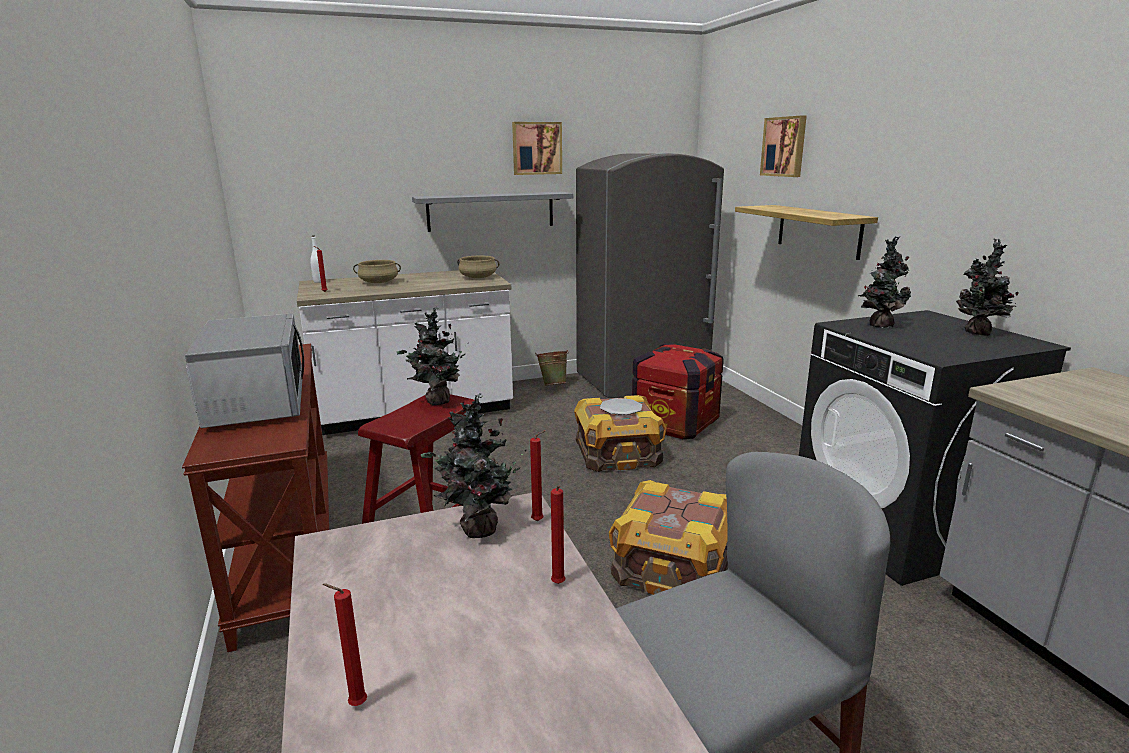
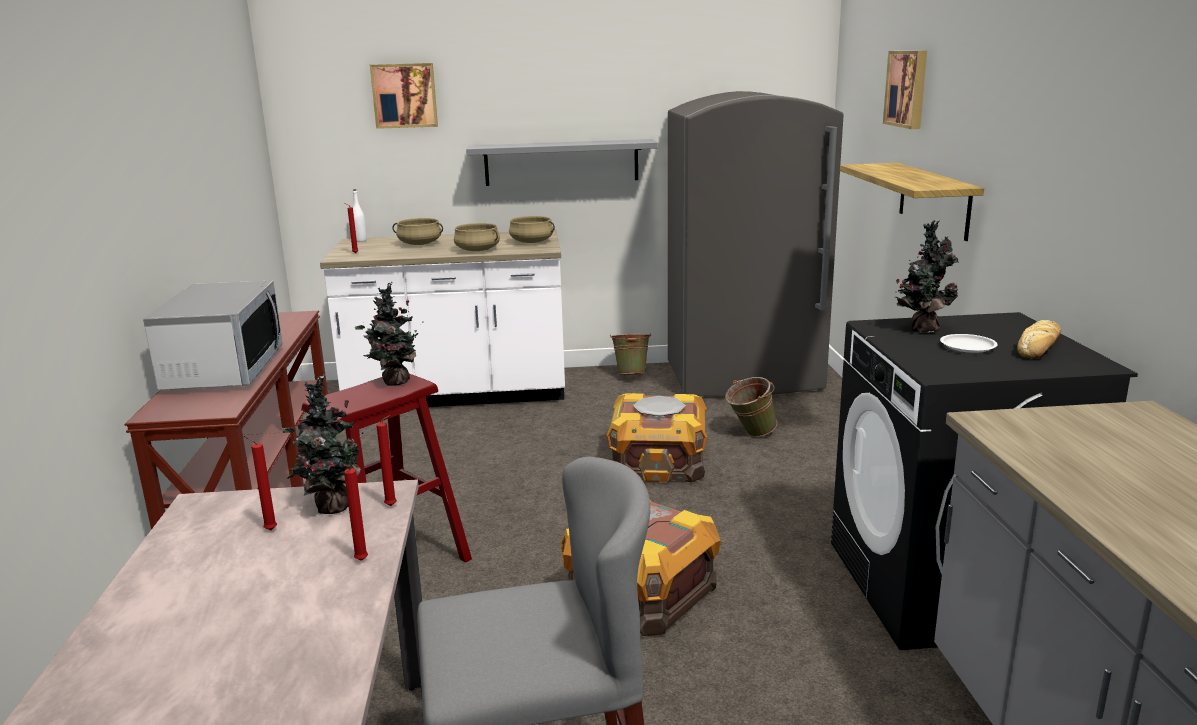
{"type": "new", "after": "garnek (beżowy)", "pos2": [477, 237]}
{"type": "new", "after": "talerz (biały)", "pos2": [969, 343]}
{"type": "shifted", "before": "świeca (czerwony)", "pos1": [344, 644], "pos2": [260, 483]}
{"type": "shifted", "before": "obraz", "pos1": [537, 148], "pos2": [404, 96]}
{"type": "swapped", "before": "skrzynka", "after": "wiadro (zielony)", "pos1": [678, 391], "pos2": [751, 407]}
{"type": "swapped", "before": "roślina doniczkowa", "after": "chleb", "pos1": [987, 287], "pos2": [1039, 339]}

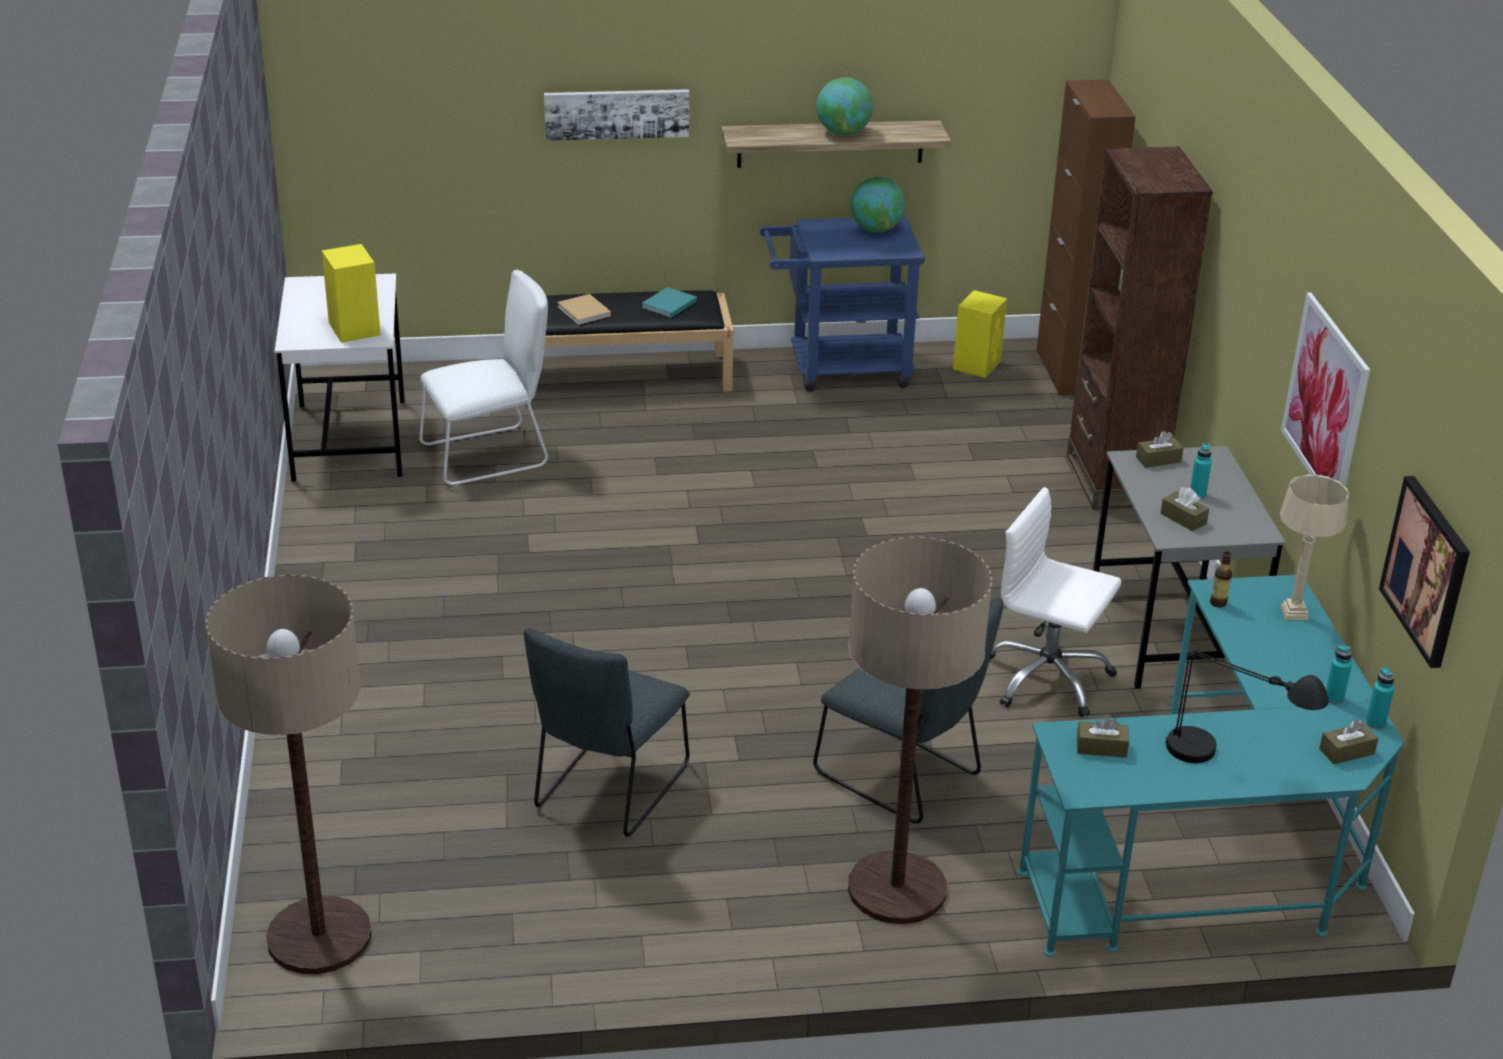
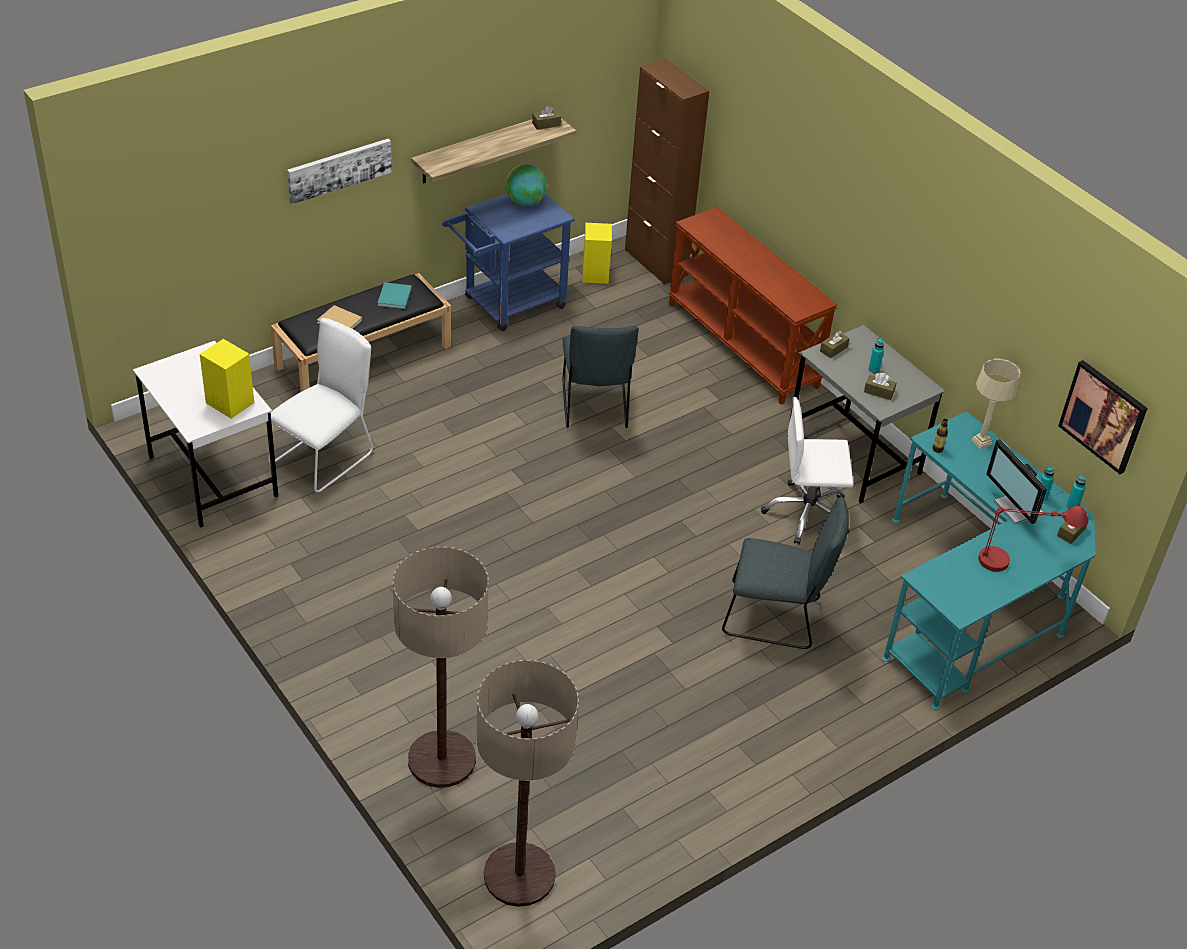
{"type": "gone", "before": "globus", "pos1": [844, 106]}
{"type": "gone", "before": "obraz", "pos1": [1325, 390]}
{"type": "new", "after": "monitor", "pos2": [1016, 481]}
{"type": "shifted", "before": "krzesło (szary)", "pos1": [607, 733], "pos2": [601, 377]}
{"type": "shifted", "before": "lampa stojąca", "pos1": [920, 730], "pos2": [441, 667]}
{"type": "shifted", "before": "pudełko chusteczek (brązowy)", "pos1": [1103, 737], "pos2": [546, 118]}
{"type": "swapped", "before": "regał (brązowy)", "after": "stolik konsolowy (brązowy)", "pos1": [1140, 328], "pos2": [752, 306]}
{"type": "repainted", "before": "lampa stołowa (czarny)", "after": "lampa stołowa (czerwony)", "pos1": [1247, 706], "pos2": [1033, 539]}

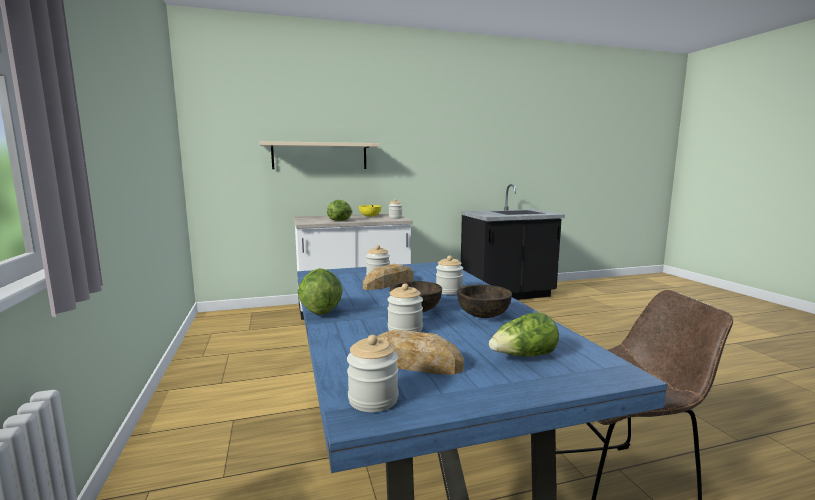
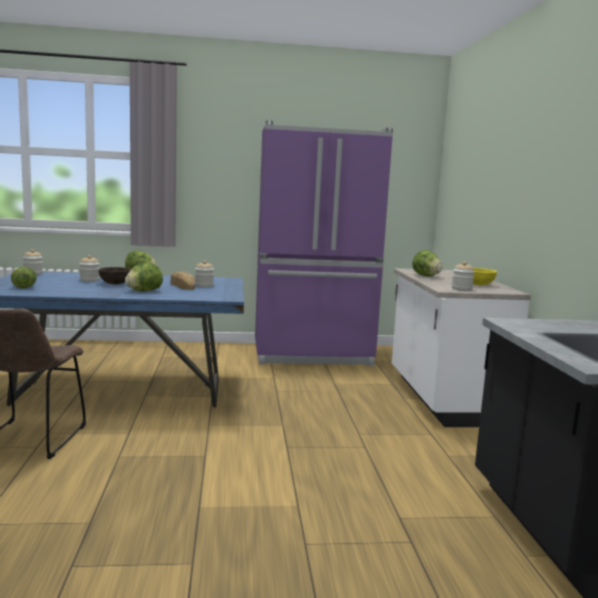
{"type": "gone", "before": "półka (beżowy)", "pos1": [320, 155]}
{"type": "gone", "before": "chleb", "pos1": [420, 352]}
{"type": "gone", "before": "miska (brązowy)", "pos1": [484, 301]}
{"type": "new", "after": "lodówka (fioletowy)", "pos2": [324, 243]}
{"type": "swapped", "before": "słoik", "after": "sałata", "pos1": [449, 275], "pos2": [144, 276]}

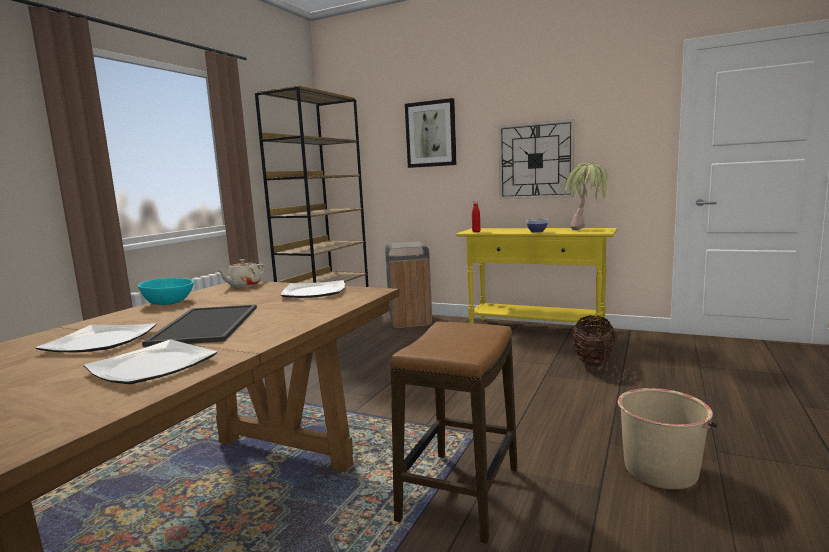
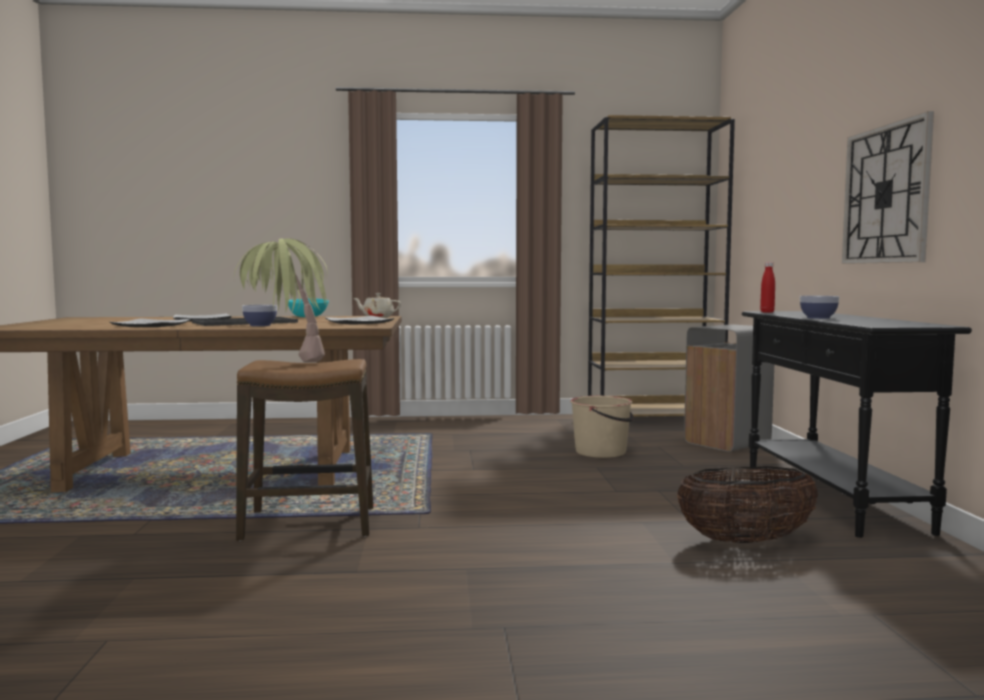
{"type": "gone", "before": "obraz", "pos1": [431, 133]}
{"type": "new", "after": "miska", "pos2": [259, 315]}
{"type": "shifted", "before": "roślina doniczkowa", "pos1": [586, 196], "pos2": [280, 300]}
{"type": "shifted", "before": "wiadro (beżowy)", "pos1": [667, 438], "pos2": [602, 427]}
{"type": "repainted", "before": "stolik konsolowy (żółty)", "after": "stolik konsolowy (czarny)", "pos1": [537, 284], "pos2": [857, 424]}

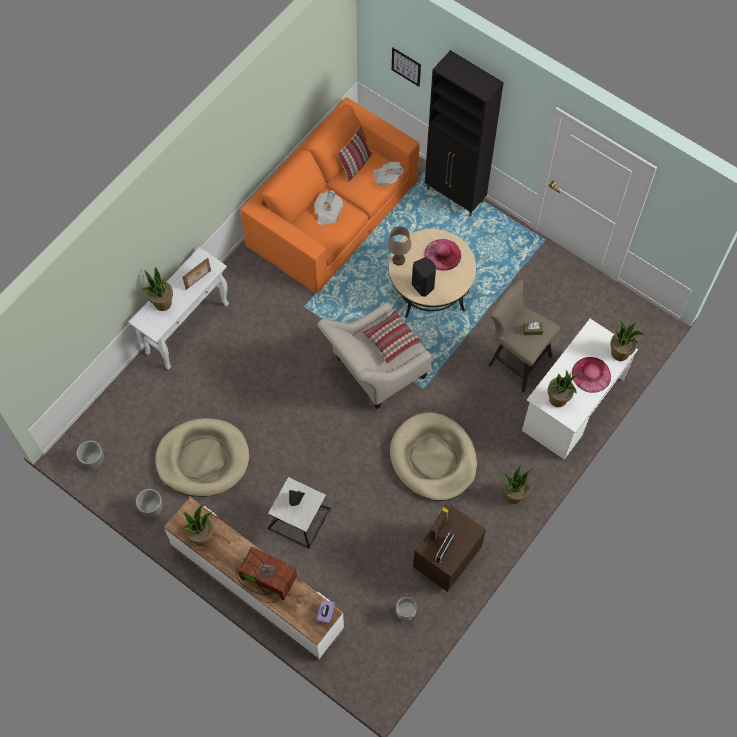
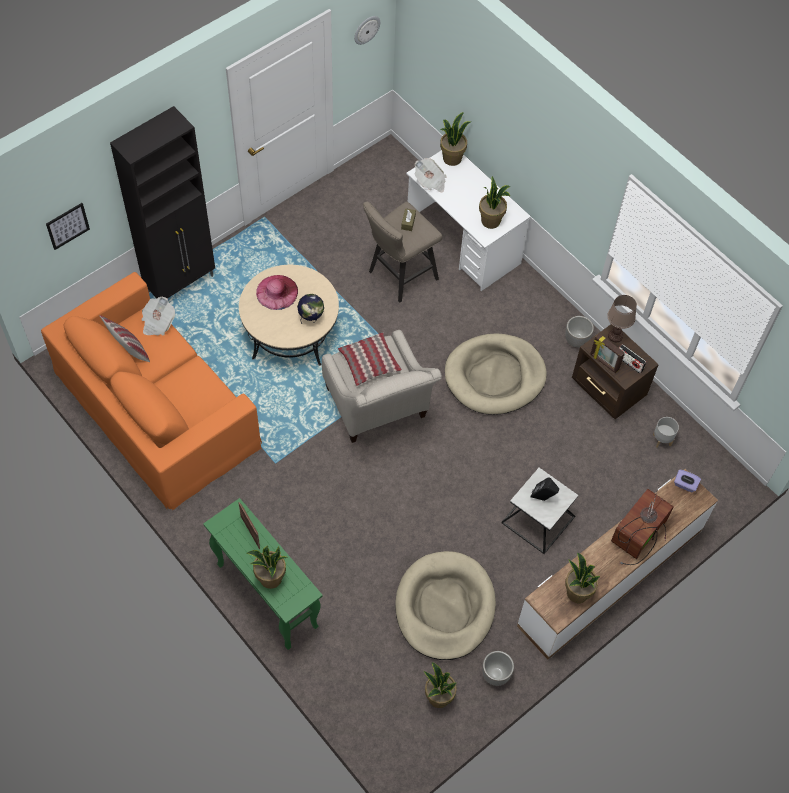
{"type": "gone", "before": "kapelusz (różowy)", "pos1": [591, 375]}
{"type": "new", "after": "zegar ścienny", "pos2": [367, 30]}
{"type": "shifted", "before": "donica", "pos1": [90, 455], "pos2": [579, 331]}
{"type": "shifted", "before": "gazeta", "pos1": [328, 207], "pos2": [430, 175]}
{"type": "shifted", "before": "lampa stołowa (brązowy)", "pos1": [399, 246], "pos2": [622, 318]}
{"type": "shifted", "before": "roślina doniczkowa", "pos1": [517, 483], "pos2": [440, 685]}
{"type": "swapped", "before": "głośnik (czarny)", "after": "globus", "pos1": [424, 277], "pos2": [310, 309]}
{"type": "repainted", "before": "stolik konsolowy (biały)", "after": "stolik konsolowy (zielony)", "pos1": [179, 308], "pos2": [263, 574]}

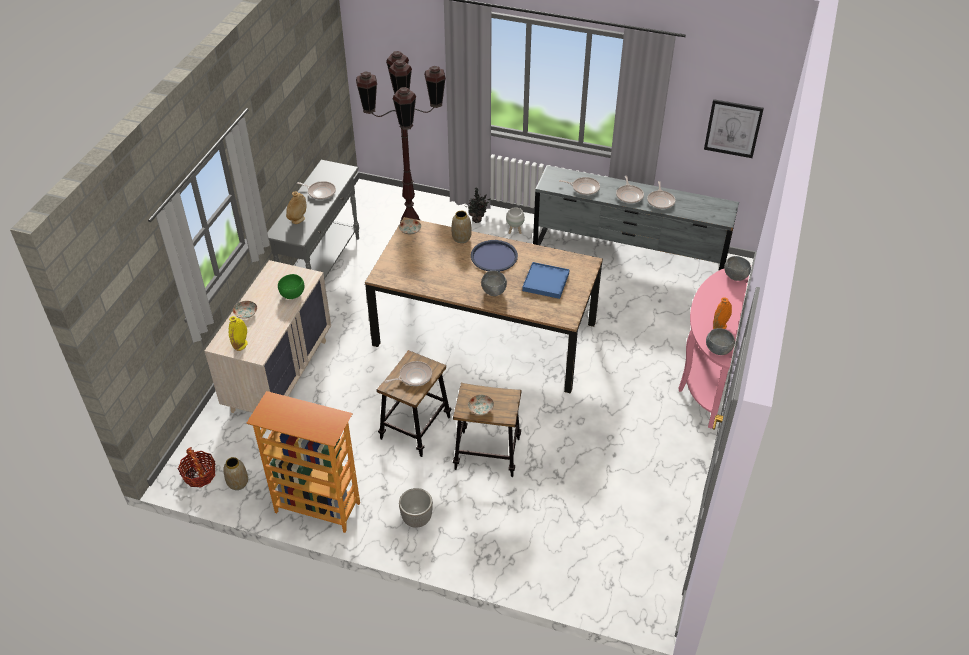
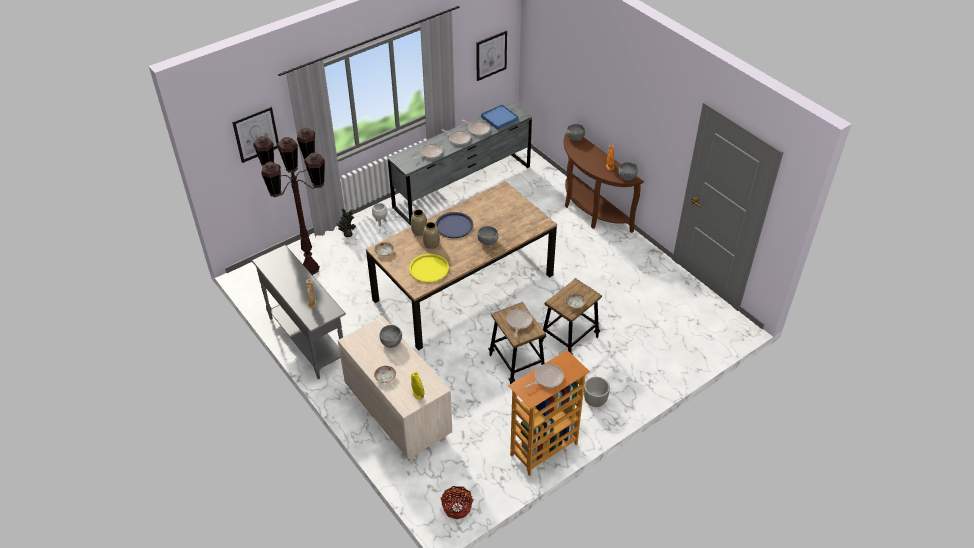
{"type": "new", "after": "obraz", "pos2": [255, 134]}
{"type": "new", "after": "taca (żółty)", "pos2": [429, 268]}
{"type": "shifted", "before": "wazon", "pos1": [235, 473], "pos2": [431, 235]}
{"type": "shifted", "before": "patelnia", "pos1": [316, 190], "pos2": [544, 376]}
{"type": "shifted", "before": "taca (niebieski)", "pos1": [546, 280], "pos2": [500, 117]}
{"type": "repainted", "before": "miska (zielony)", "after": "miska (szary)", "pos1": [291, 286], "pos2": [391, 336]}
{"type": "repainted", "before": "stolik konsolowy (różowy)", "after": "stolik konsolowy (brązowy)", "pos1": [713, 349], "pos2": [604, 182]}

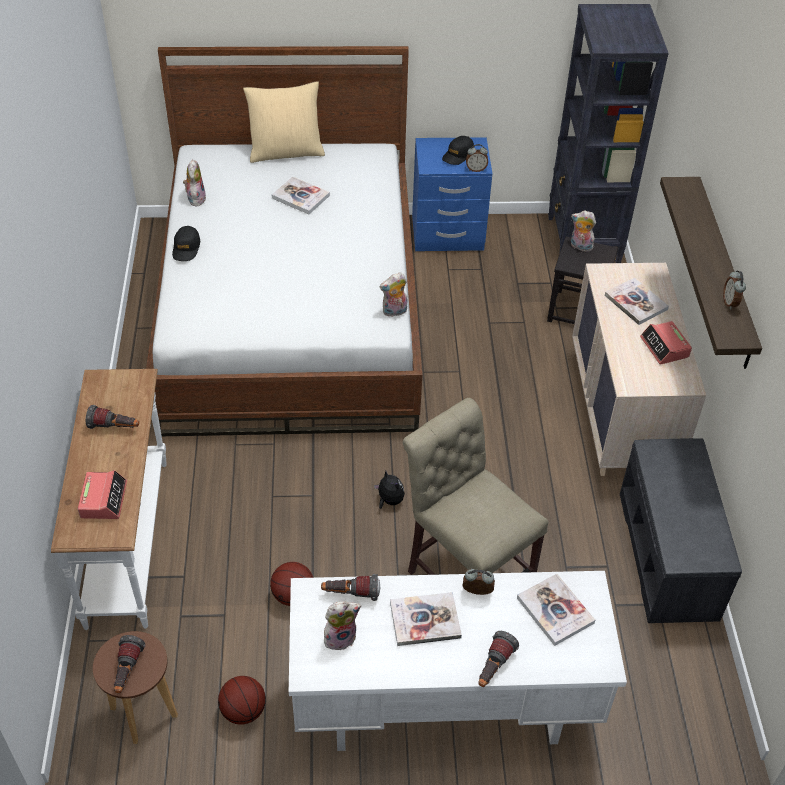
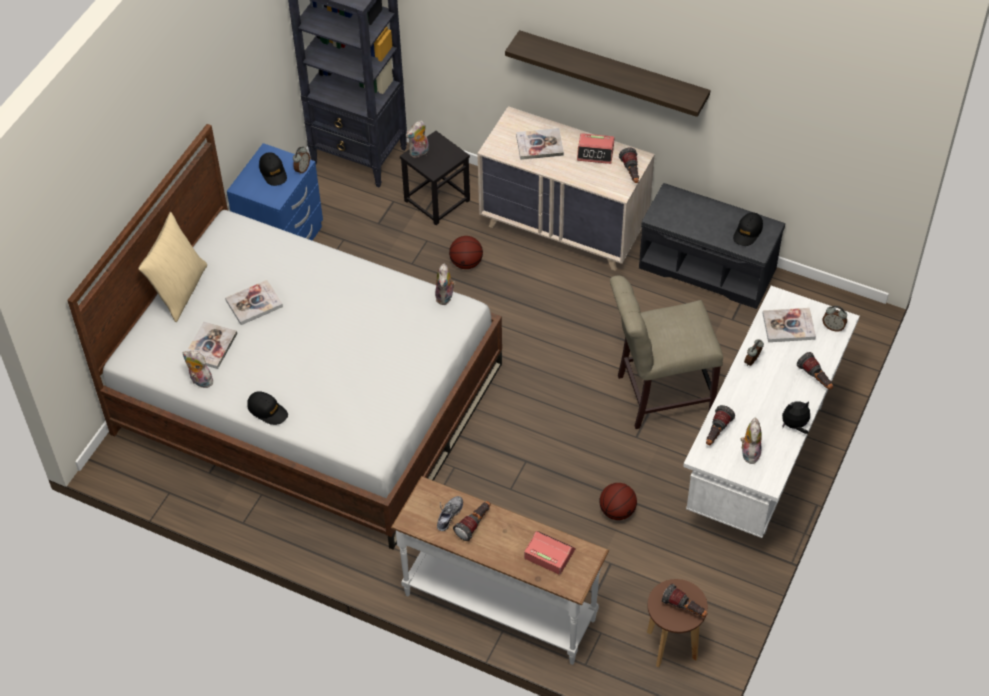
{"type": "new", "after": "but", "pos2": [450, 513]}
{"type": "new", "after": "latarka", "pos2": [629, 165]}
{"type": "new", "after": "czapka z daszkiem (czarny)", "pos2": [748, 229]}
{"type": "shifted", "before": "piłka do koszykówki", "pos1": [242, 700], "pos2": [466, 252]}
{"type": "shifted", "before": "pluszak", "pos1": [389, 490], "pos2": [796, 417]}
{"type": "shifted", "before": "książka", "pos1": [426, 619], "pos2": [210, 345]}
{"type": "shifted", "before": "budzik", "pos1": [734, 290], "pos2": [835, 318]}

